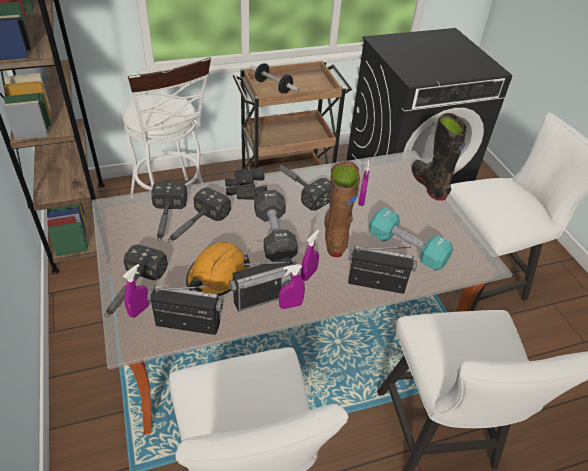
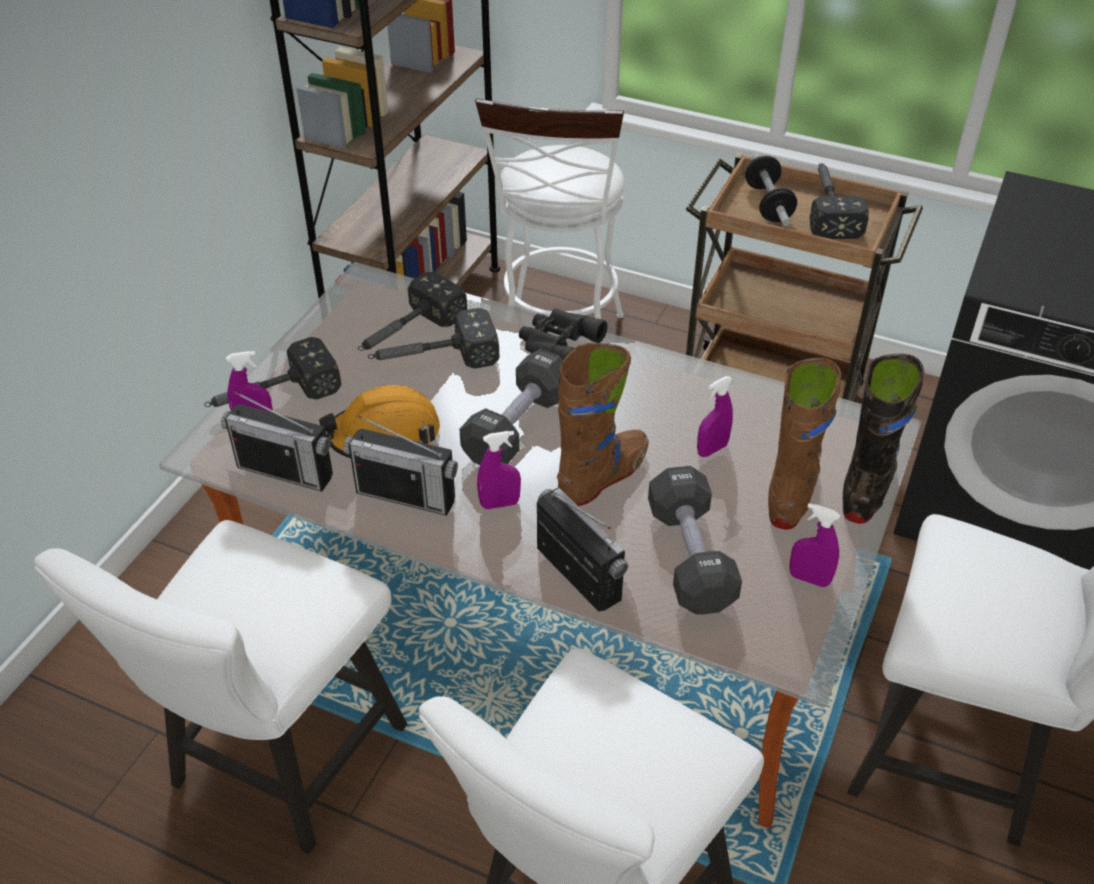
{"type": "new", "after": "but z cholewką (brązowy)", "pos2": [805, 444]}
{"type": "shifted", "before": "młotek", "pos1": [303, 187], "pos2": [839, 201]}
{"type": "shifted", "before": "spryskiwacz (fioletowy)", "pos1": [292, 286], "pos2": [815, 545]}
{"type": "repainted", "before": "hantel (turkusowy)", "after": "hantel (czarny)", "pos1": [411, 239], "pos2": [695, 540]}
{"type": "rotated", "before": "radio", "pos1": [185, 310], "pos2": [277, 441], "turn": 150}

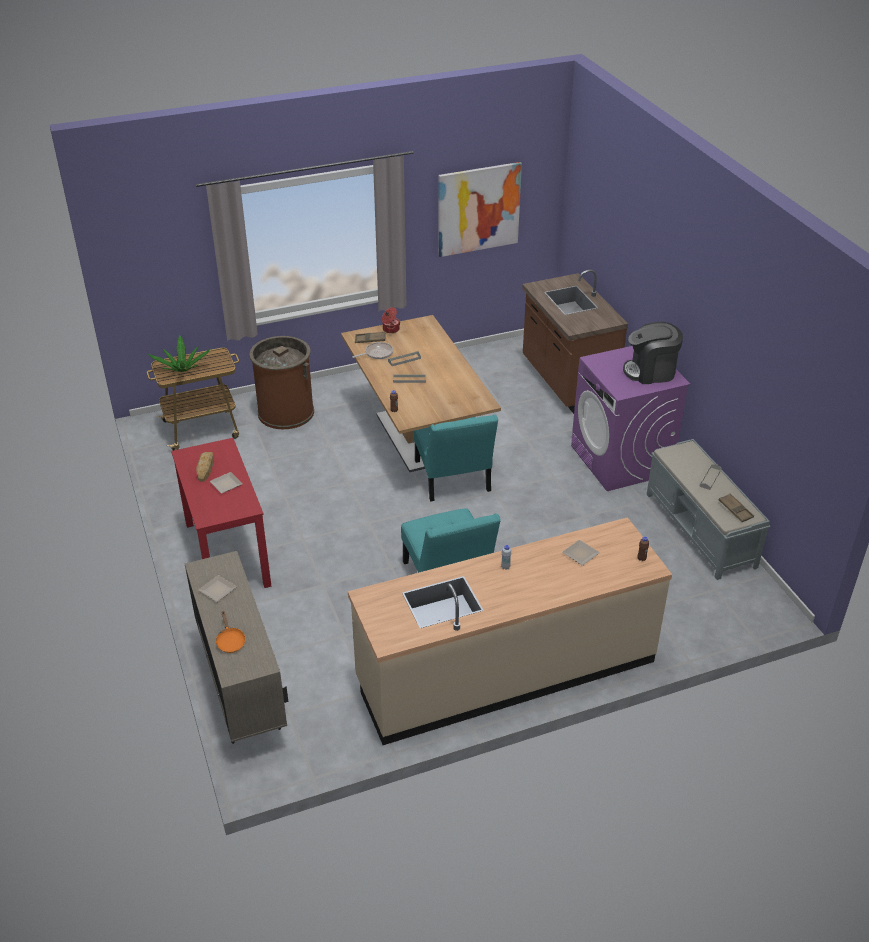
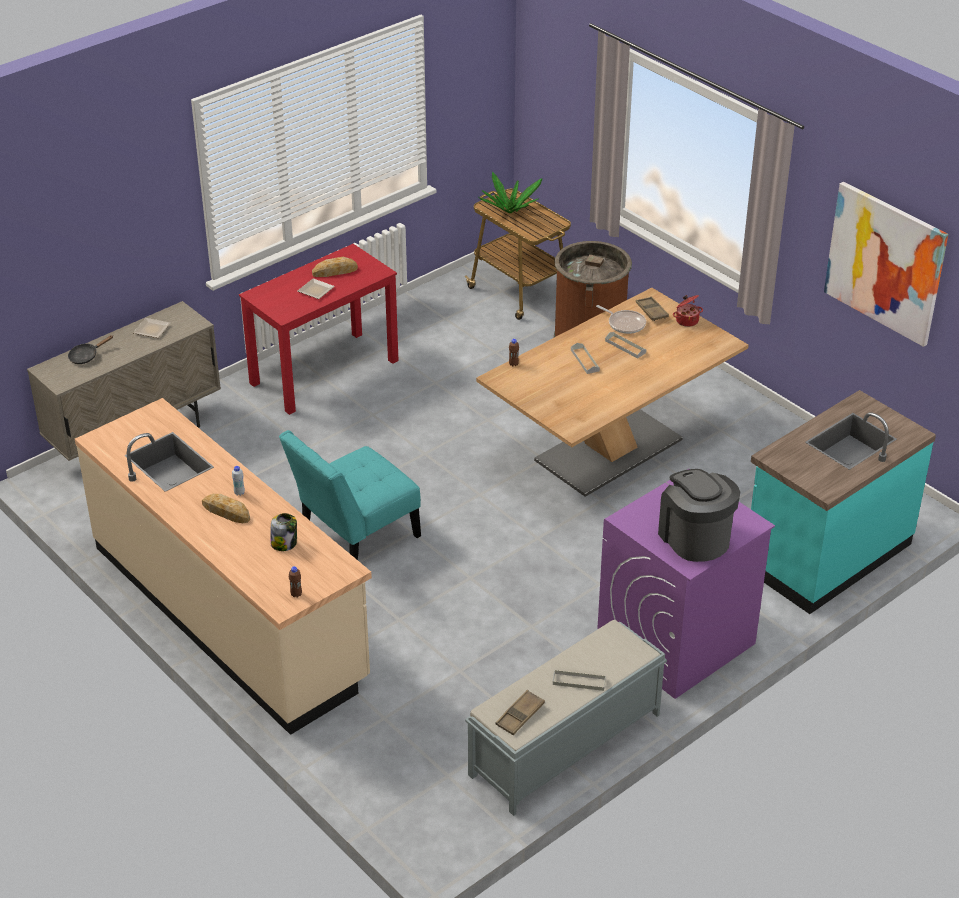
{"type": "gone", "before": "krzesło (turkusowy)", "pos1": [455, 458]}
{"type": "new", "after": "chleb", "pos2": [226, 508]}
{"type": "swapped", "before": "talerz", "after": "słoik", "pos1": [581, 553], "pos2": [283, 532]}
{"type": "repainted", "before": "patelnia (pomarańczowy)", "after": "patelnia (czarny)", "pos1": [230, 632], "pos2": [90, 349]}
{"type": "repainted", "before": "zabudowa kuchenna (brązowy)", "after": "zabudowa kuchenna (turkusowy)", "pos1": [575, 342], "pos2": [843, 502]}

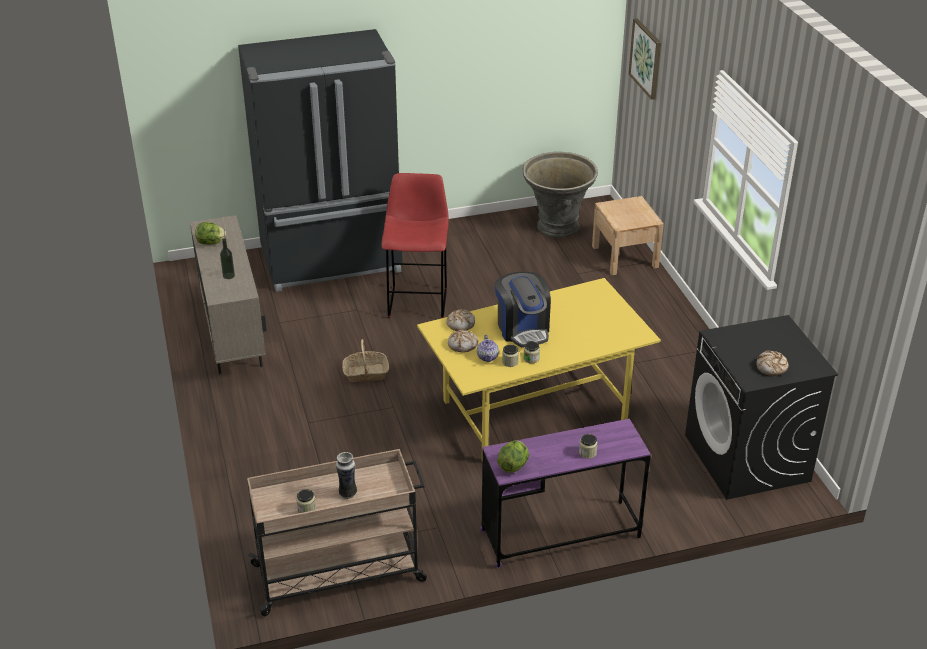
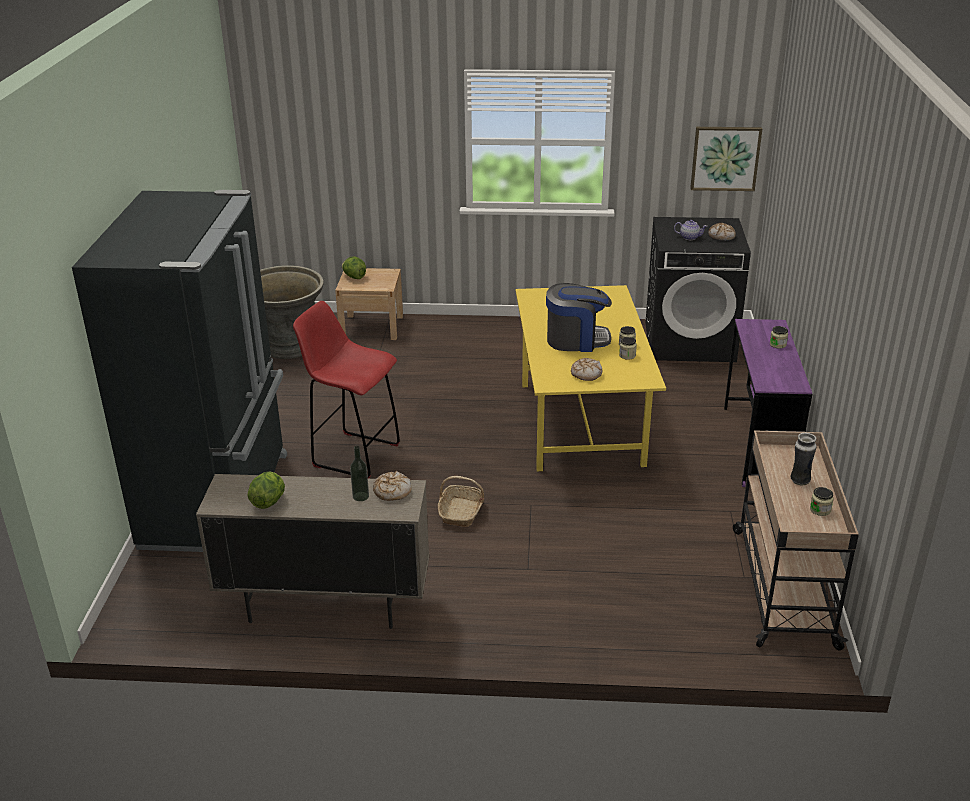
{"type": "shifted", "before": "chleb", "pos1": [460, 320], "pos2": [392, 486]}
{"type": "shifted", "before": "imbryk", "pos1": [488, 348], "pos2": [690, 230]}
{"type": "shifted", "before": "sałata", "pos1": [513, 457], "pos2": [354, 268]}
{"type": "shifted", "before": "obraz", "pos1": [645, 59], "pos2": [726, 159]}

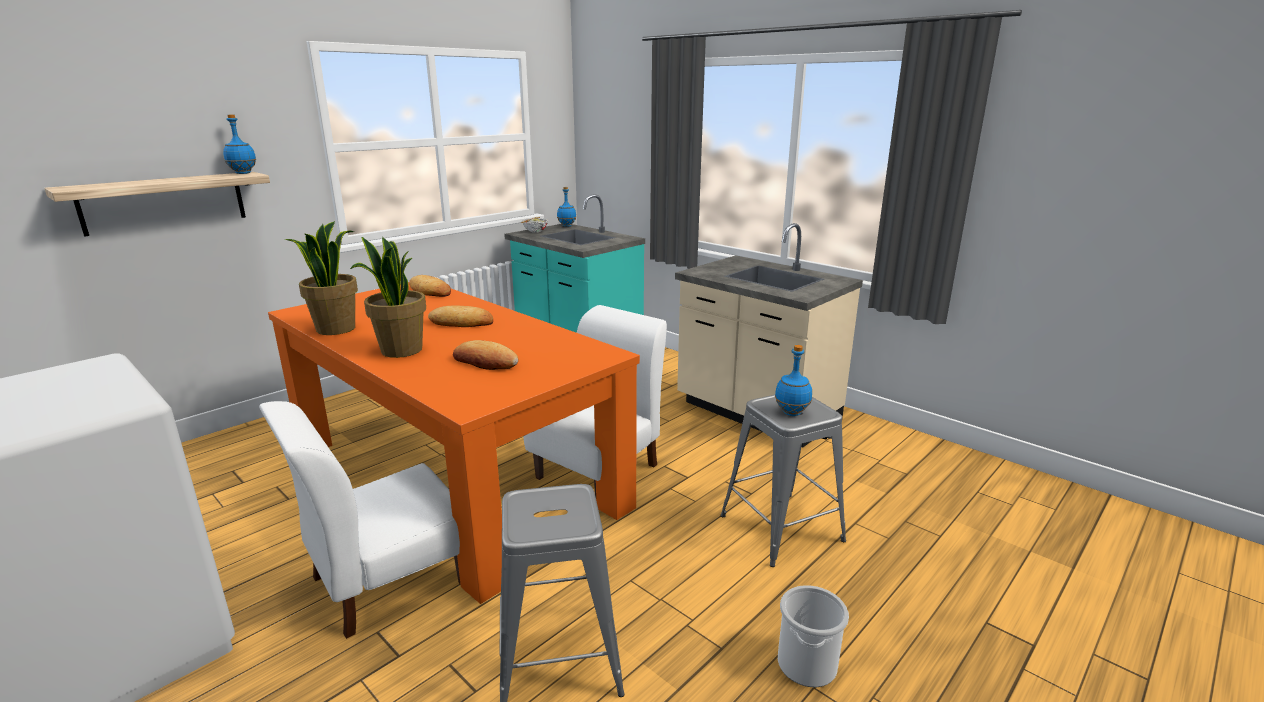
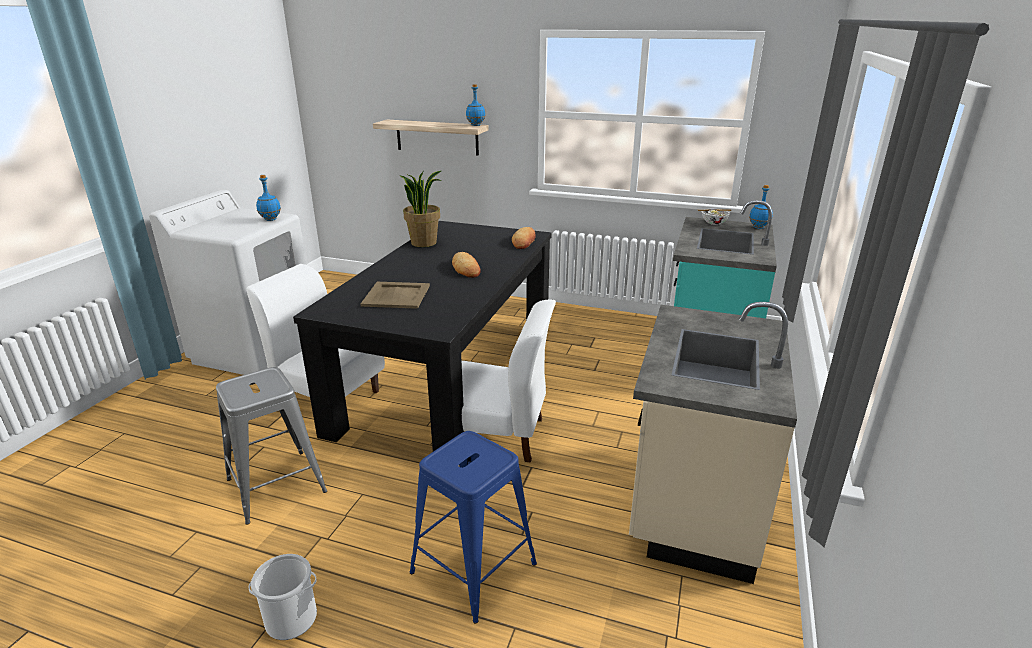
{"type": "gone", "before": "roślina doniczkowa", "pos1": [388, 297]}
{"type": "shifted", "before": "butelka (niebieski)", "pos1": [793, 380], "pos2": [268, 198]}
{"type": "swapped", "before": "chleb", "after": "taca (beżowy)", "pos1": [486, 355], "pos2": [395, 295]}
{"type": "repainted", "before": "stół jadalny (pomarańczowy)", "after": "stół jadalny (czarny)", "pos1": [454, 443], "pos2": [422, 343]}
{"type": "repainted", "before": "stołek (szary)", "after": "stołek (niebieski)", "pos1": [783, 481], "pos2": [473, 527]}

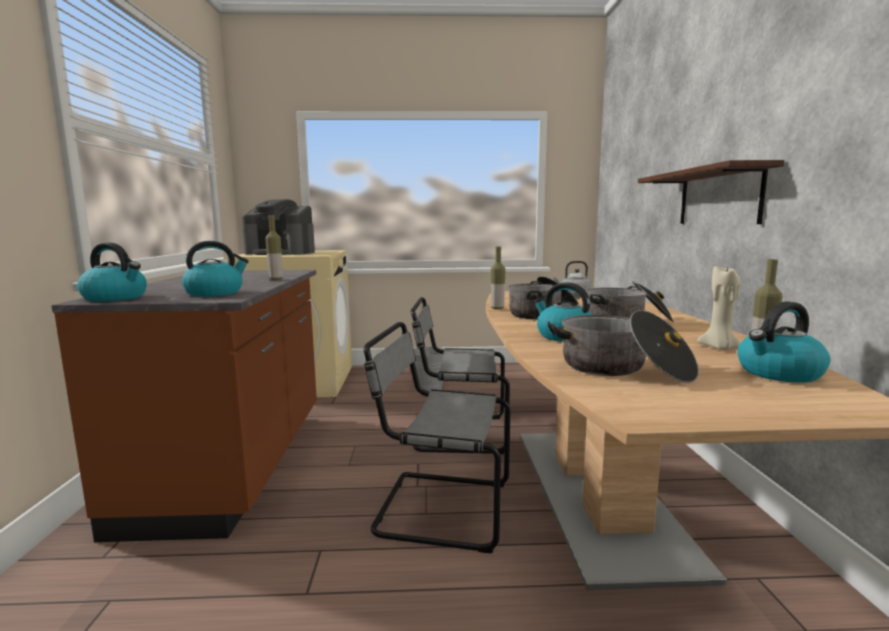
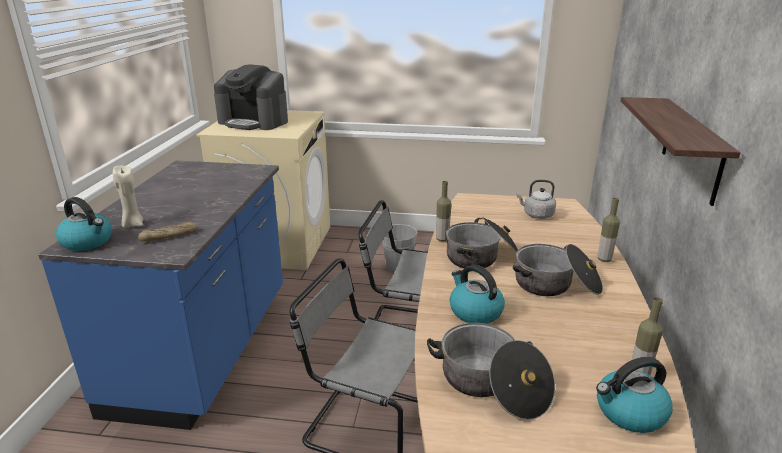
{"type": "shifted", "before": "butelka", "pos1": [274, 247], "pos2": [609, 230]}
{"type": "shifted", "before": "świeca (beżowy)", "pos1": [719, 308], "pos2": [128, 197]}
{"type": "swapped", "before": "czajnik", "after": "chleb", "pos1": [215, 269], "pos2": [168, 231]}
{"type": "repainted", "before": "zabudowa kuchenna (brązowy)", "after": "zabudowa kuchenna (niebieski)", "pos1": [184, 406], "pos2": [160, 295]}

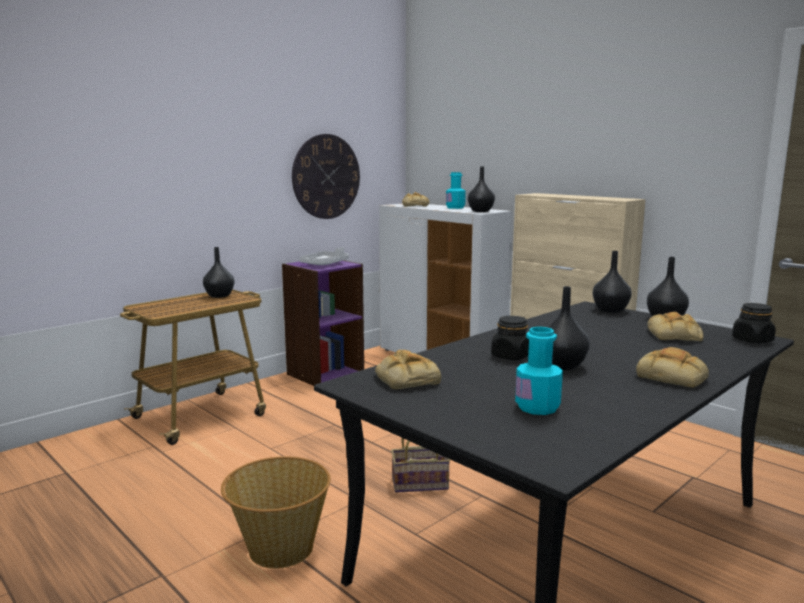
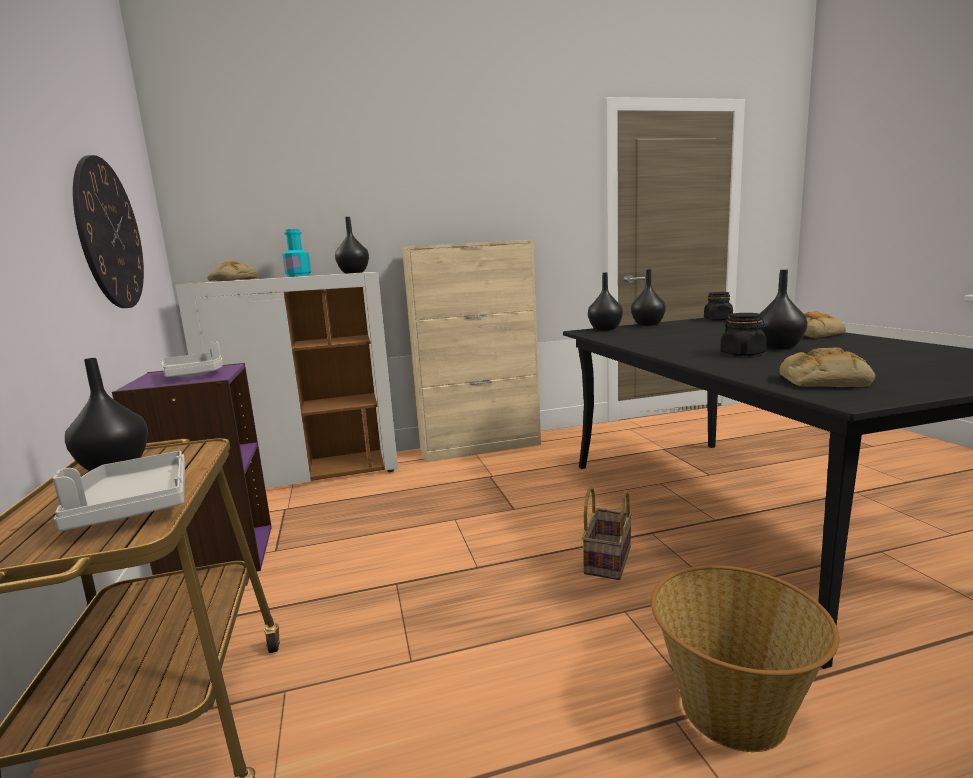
{"type": "gone", "before": "butelka (turkusowy)", "pos1": [539, 371]}
{"type": "gone", "before": "chleb", "pos1": [675, 326]}
{"type": "new", "after": "taca (szary)", "pos2": [119, 491]}

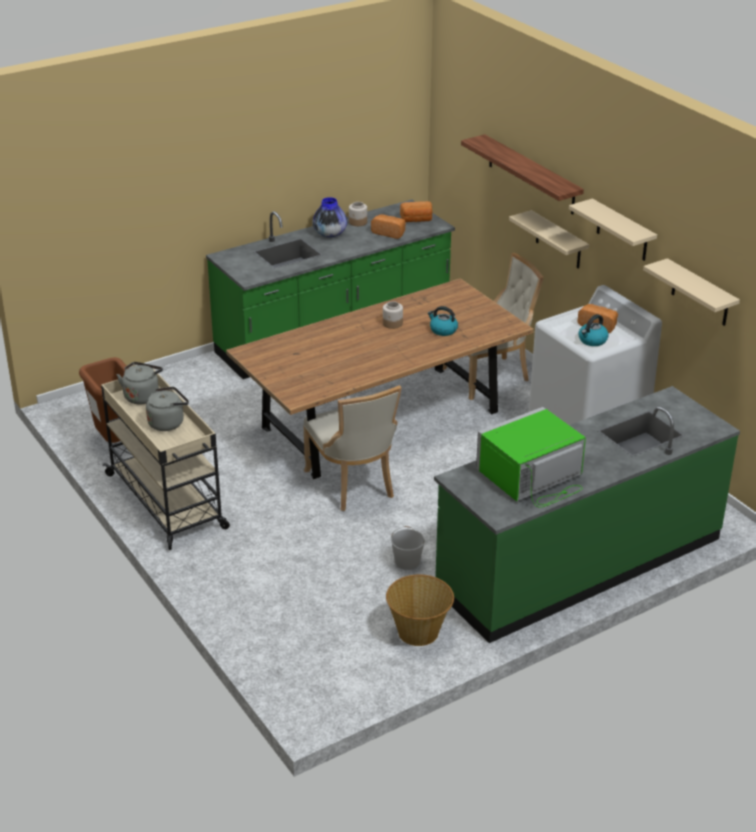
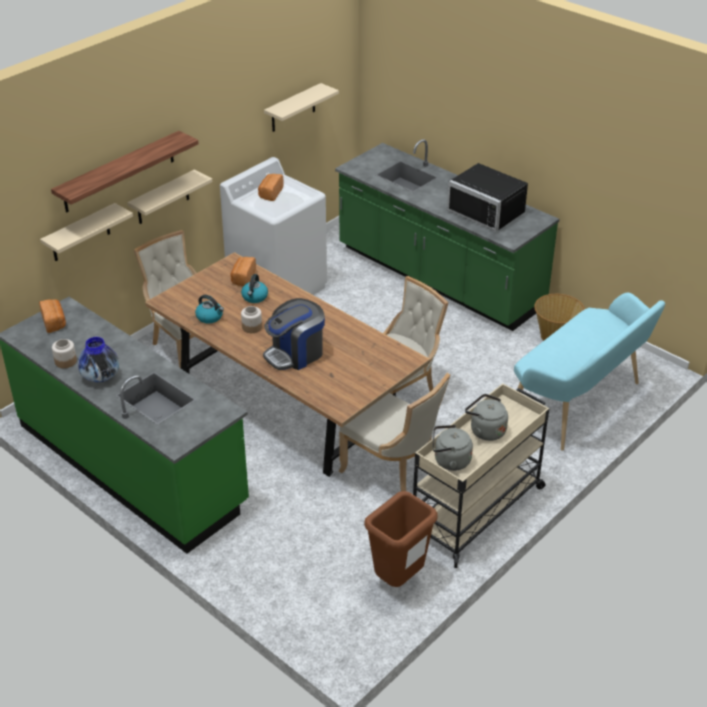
{"type": "gone", "before": "wiadro (biały)", "pos1": [408, 548]}
{"type": "new", "after": "ekspres do kawy", "pos2": [294, 334]}
{"type": "new", "after": "krzesło (beżowy)", "pos2": [394, 432]}
{"type": "new", "after": "ławka (turkusowy)", "pos2": [589, 372]}
{"type": "shifted", "before": "chleb", "pos1": [388, 226], "pos2": [243, 271]}
{"type": "shifted", "before": "półka (beżowy)", "pos1": [613, 229], "pos2": [86, 232]}
{"type": "shifted", "before": "czajnik", "pos1": [594, 330], "pos2": [209, 309]}
{"type": "repainted", "before": "mikrofalówka (zielony)", "after": "mikrofalówka (czarny)", "pos1": [531, 457], "pos2": [487, 197]}

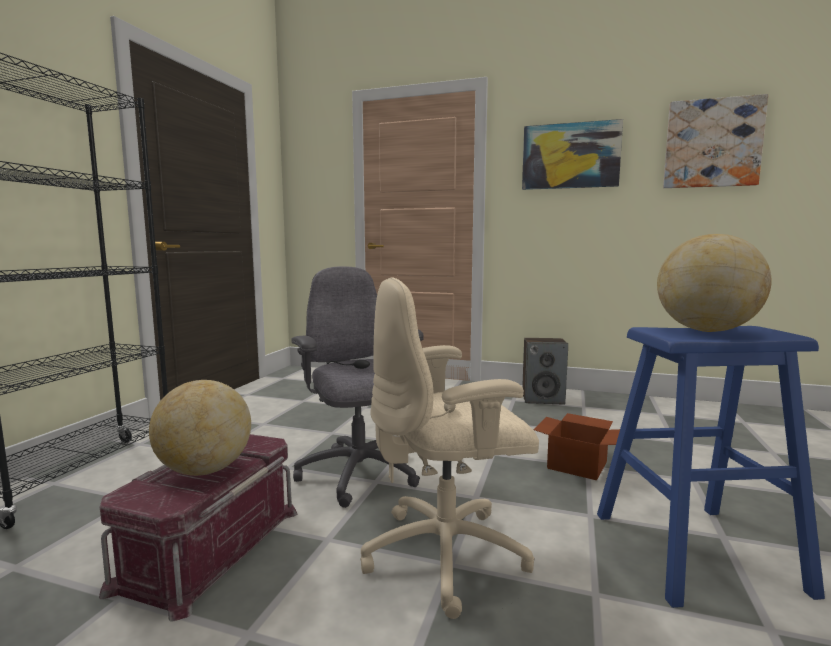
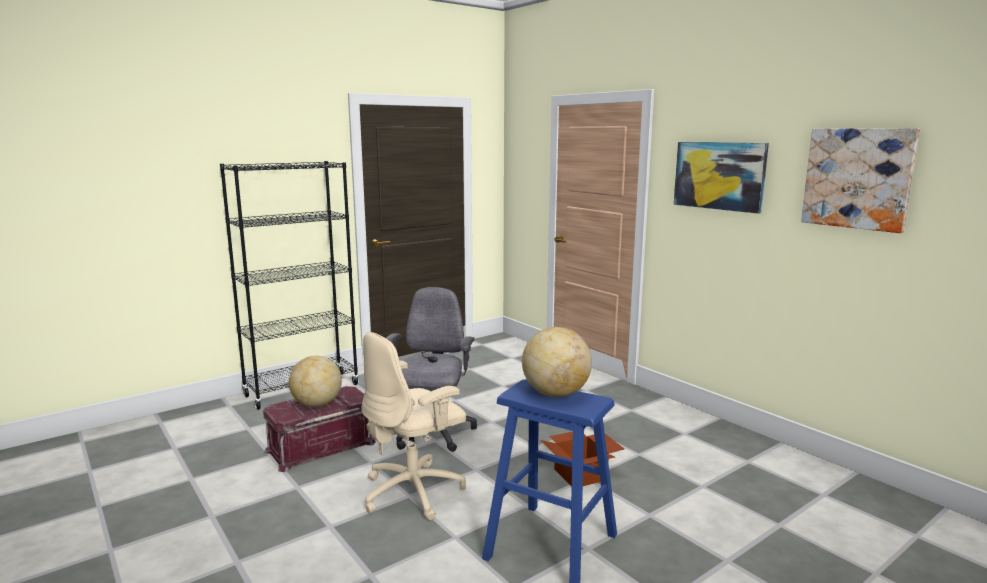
{"type": "gone", "before": "głośnik", "pos1": [545, 371]}
{"type": "rotated", "before": "krzesło biurowe (beżowy)", "pos1": [449, 448], "pos2": [413, 426], "turn": -60}

